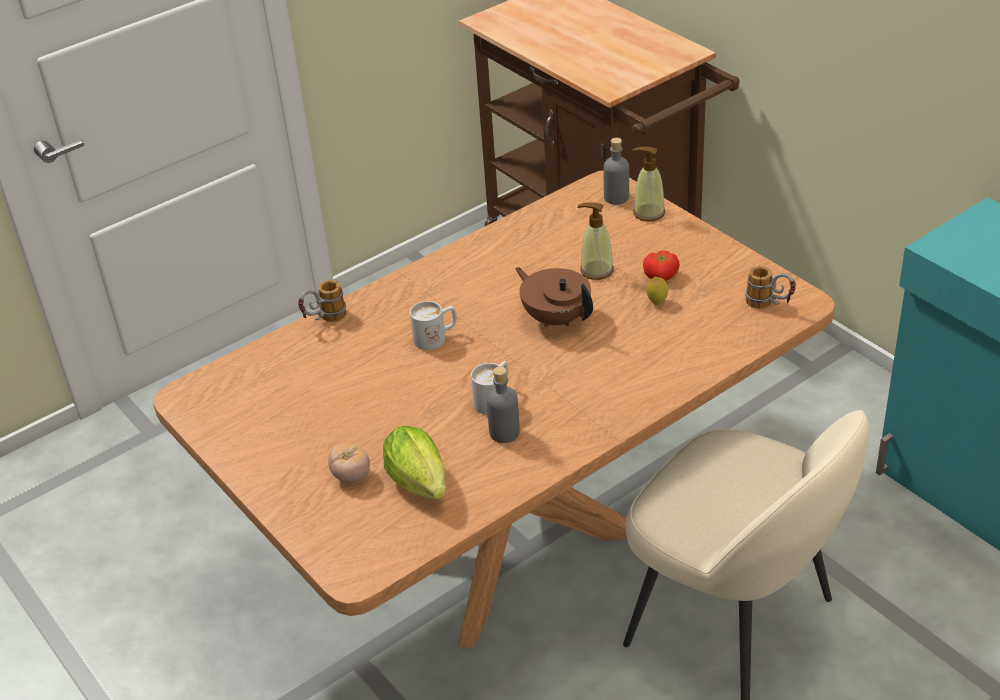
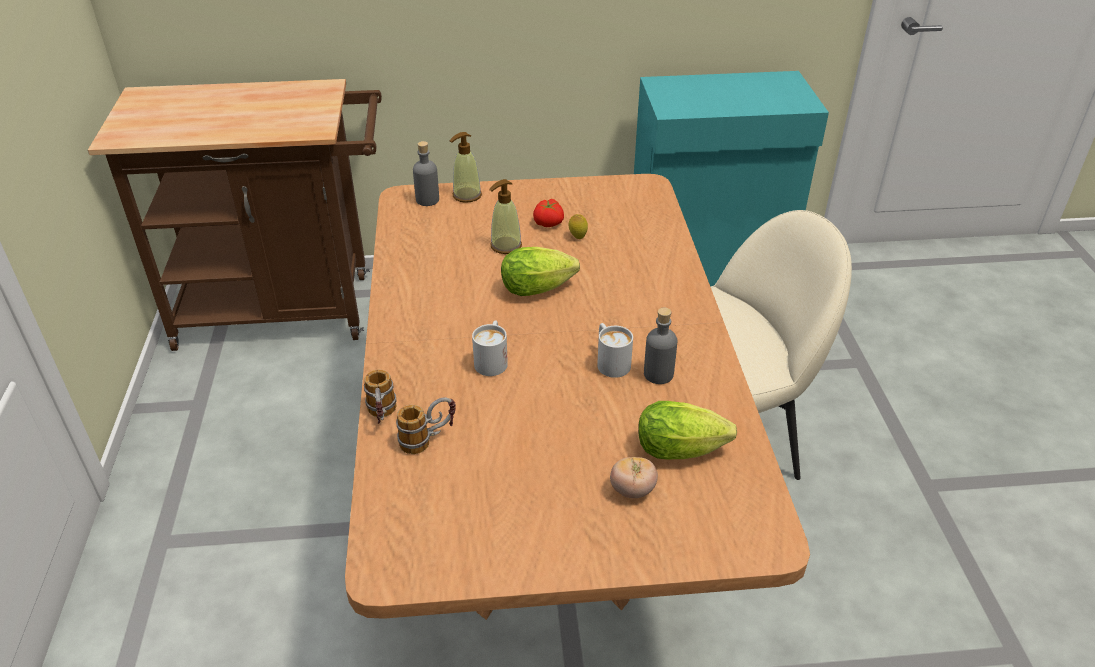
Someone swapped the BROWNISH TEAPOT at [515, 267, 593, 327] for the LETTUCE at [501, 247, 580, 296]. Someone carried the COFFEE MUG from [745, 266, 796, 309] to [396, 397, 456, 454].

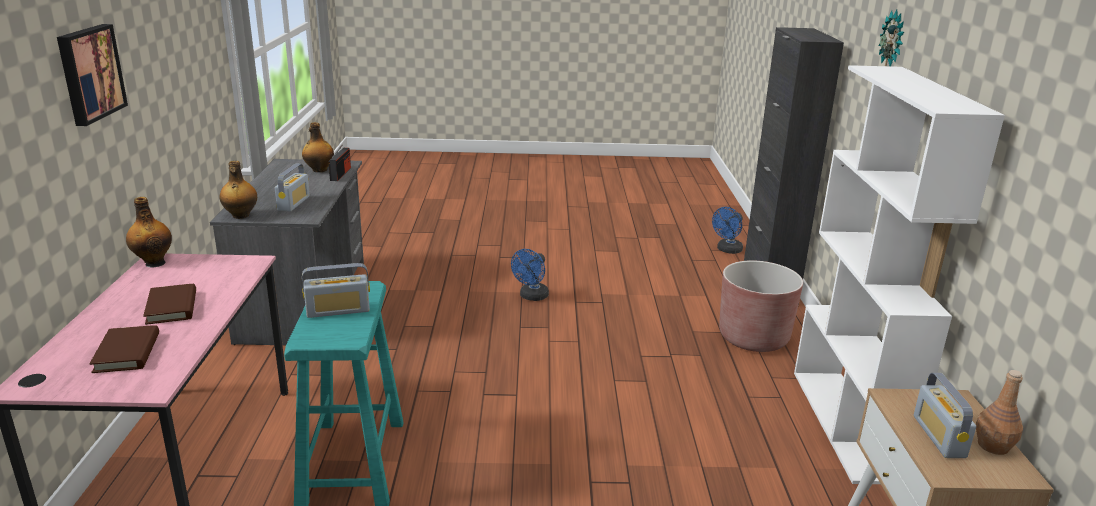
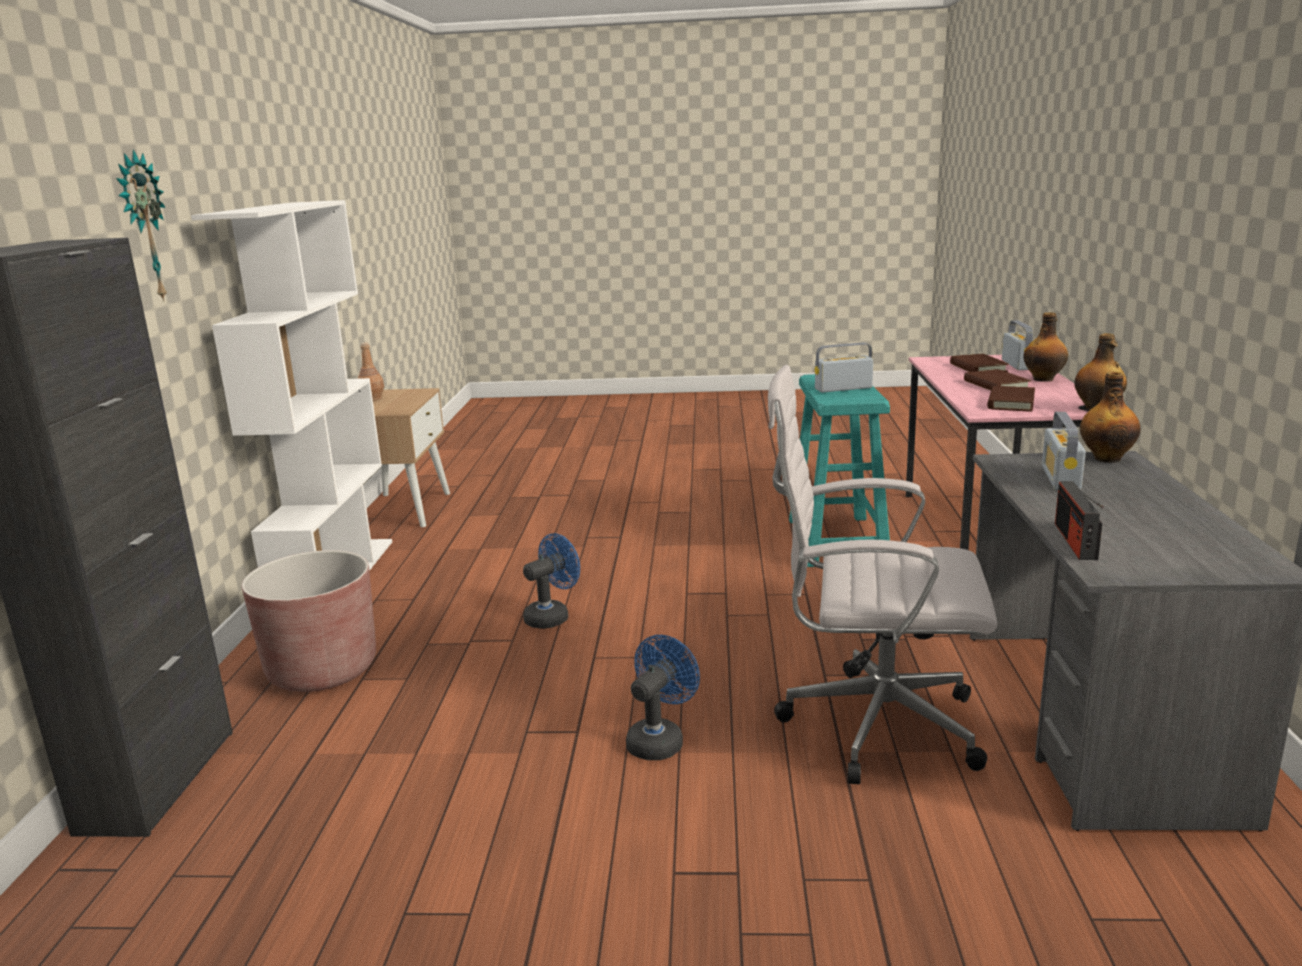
Someone took away the WALL ART at [57, 24, 128, 126]. Someone carried the BOTTLE from [302, 122, 334, 172] to [1023, 312, 1068, 382]. Someone carried the BLUISH COOLING FAN from [712, 207, 743, 254] to [523, 533, 580, 629]. Someone carried the RADIO from [914, 373, 976, 458] to [1002, 320, 1033, 370]. Someone put down the WHITISH OFFICE CHAIR at [768, 365, 998, 784]. Someone put down the BROWNISH VOLUME at [987, 386, 1035, 412].

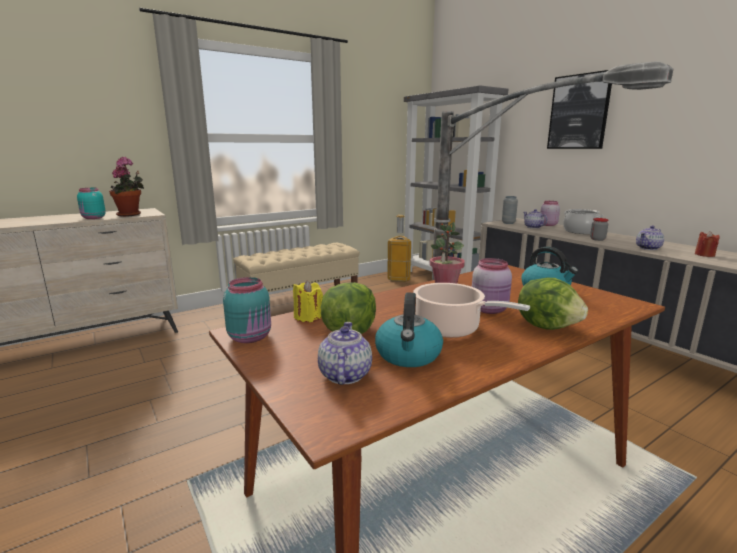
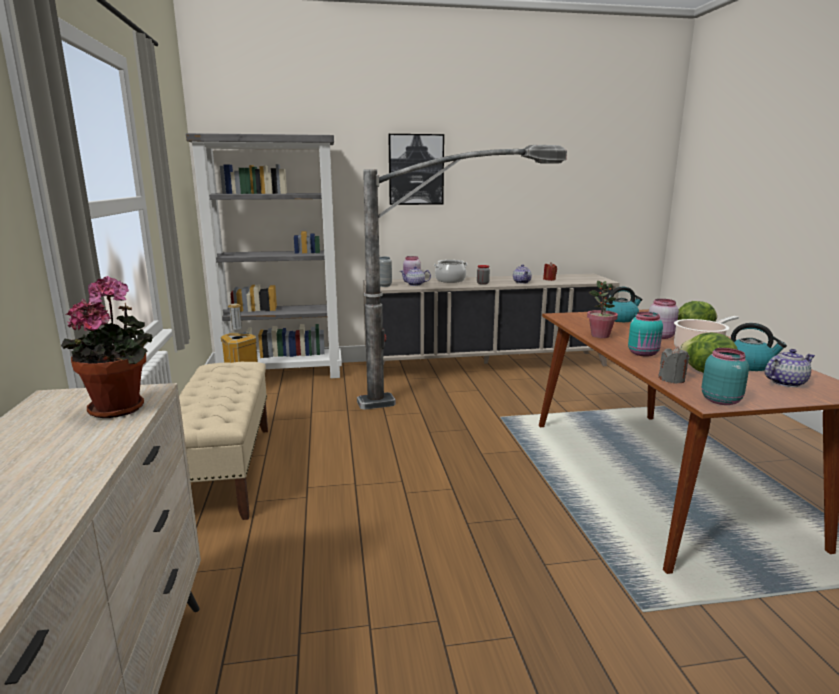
Someone carried the TURQUOISE STORAGE JAR from [77, 188, 106, 219] to [628, 312, 663, 357]. Someone repainted the YELLOW-COLOURED WAX CANDLE at [293, 281, 323, 322], which became the GREY WAX CANDLE at [658, 346, 690, 383]. Someone rotated the TEAPOT at [318, 322, 372, 385] by 135 degrees clockwise.

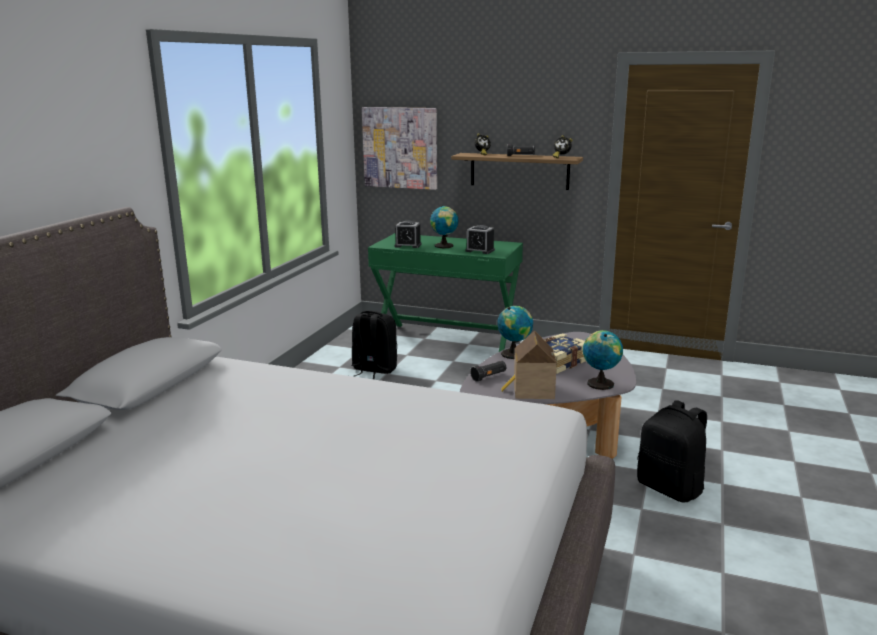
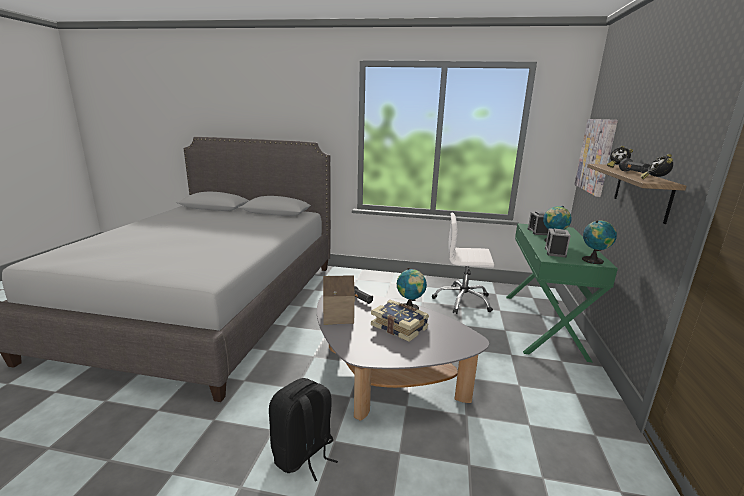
Someone swapped the BLACK-COLOURED RUCKSACK at [352, 311, 398, 379] for the WHITISH OFFICE CHAIR at [432, 212, 494, 314]. Someone carried the DESK GLOBE from [583, 330, 623, 390] to [582, 221, 617, 264].

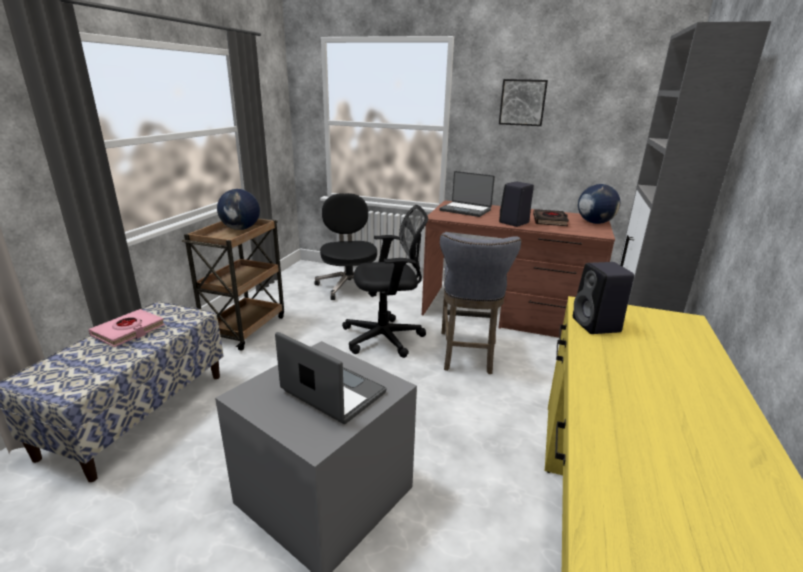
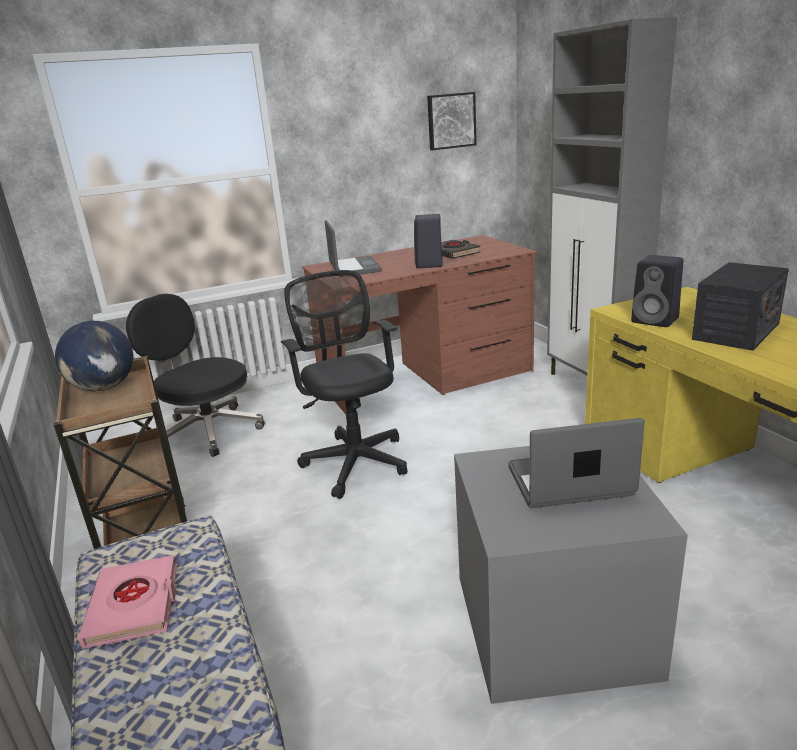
Someone rotated the BLACK-COLOURED OFFICE CHAIR at [342, 205, 428, 358] by 60 degrees counterclockwise. Someone rotated the PORTABLE COMPUTER at [439, 171, 495, 217] by 90 degrees counterclockwise. Someone took away the GREY STOOL at [440, 233, 521, 374]. Someone carried the WALL ART from [499, 79, 548, 126] to [427, 92, 477, 150]. Someone took away the DESK GLOBE at [578, 184, 620, 224]. Someone put down the RADIO at [692, 262, 789, 351].

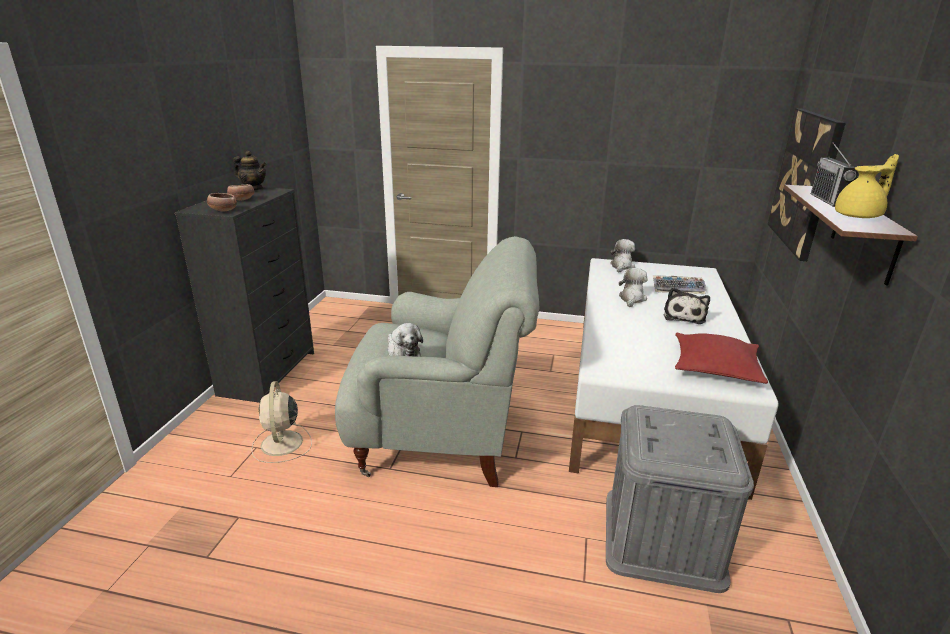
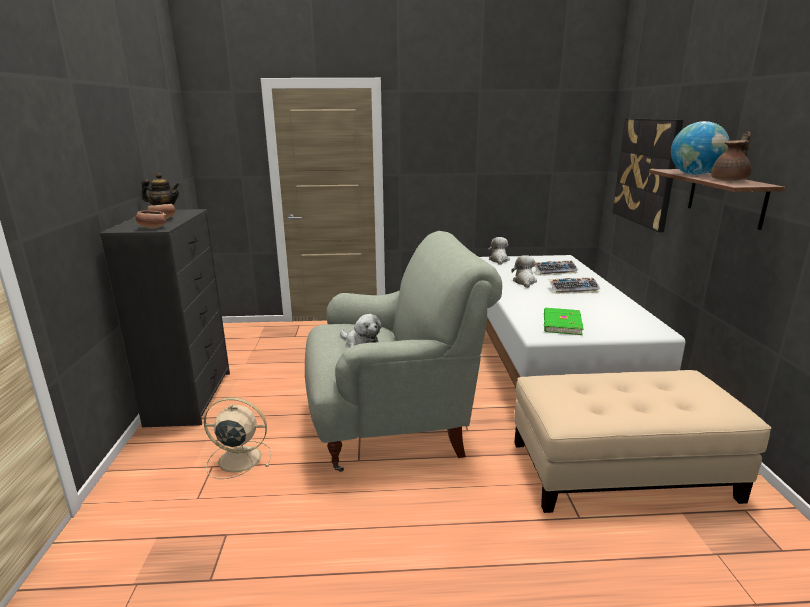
Someone rotated the SAND-COLOURED COOLING FAN at [251, 381, 312, 463] by 120 degrees clockwise. Someone swapped the GREY STORAGE BIN at [606, 405, 754, 593] for the SAND-COLOURED POUFFE at [514, 370, 771, 513]. Someone swapped the CUDDLY TOY at [663, 288, 710, 324] for the COMPUTER KEYBOARD at [548, 278, 600, 294]. Someone took away the REDDISH PILLOW at [675, 333, 768, 384]. Someone swapped the RADIO at [811, 142, 859, 207] for the DESK GLOBE at [671, 121, 730, 175]. Someone repainted the YELLOW-COLOURED TEAPOT at [835, 154, 899, 218], which became the BROWNISH TEAPOT at [711, 131, 751, 181]. Someone put down the GREEN VOLUME at [544, 308, 583, 335].

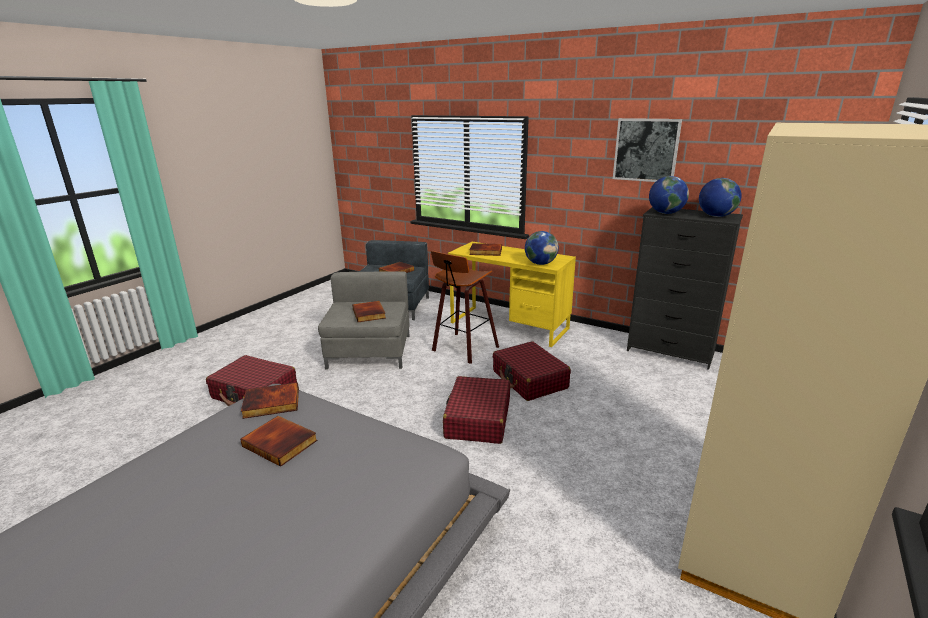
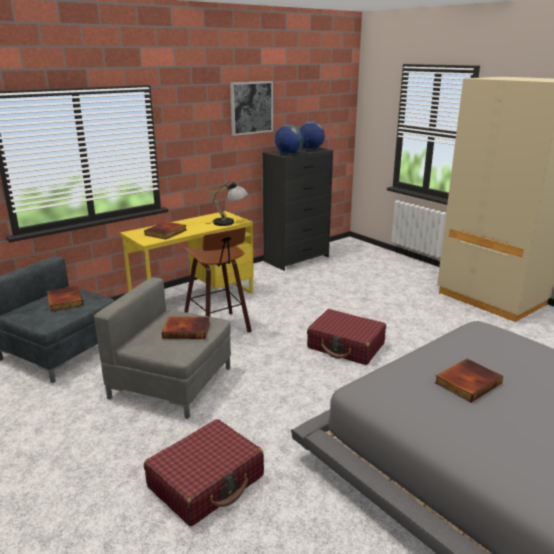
Someone took away the VOLUME at [241, 382, 299, 419]. Someone took away the REDDISH TRAVEL CASE at [493, 341, 571, 401]. Someone swapped the DESK GLOBE at [525, 231, 559, 265] for the LAMP FOR A TABLE at [205, 181, 248, 226].

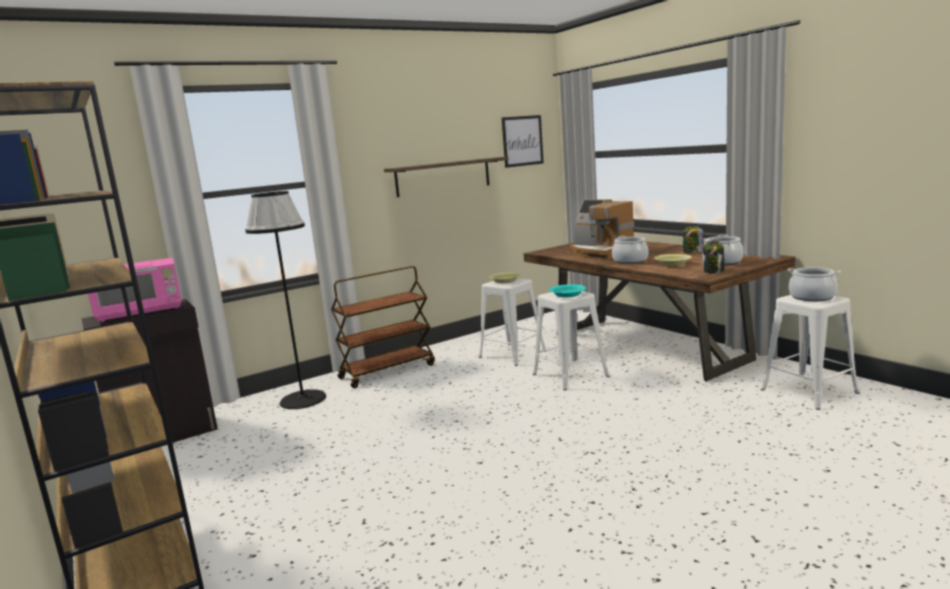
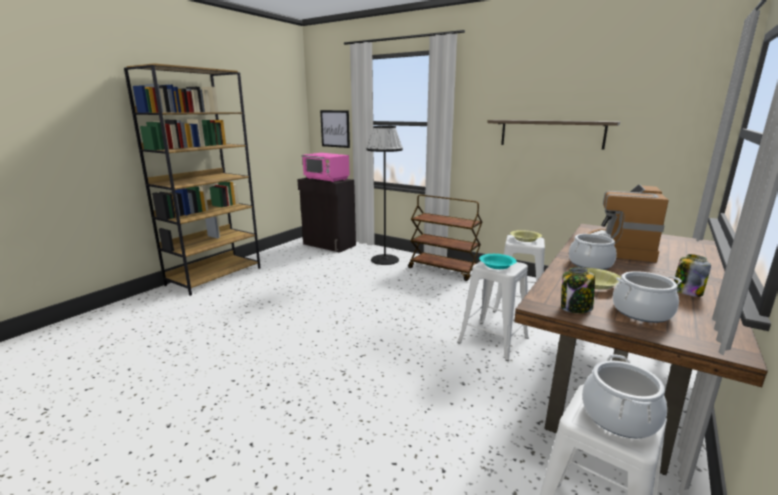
Someone carried the WALL ART from [502, 115, 544, 168] to [320, 110, 350, 148].

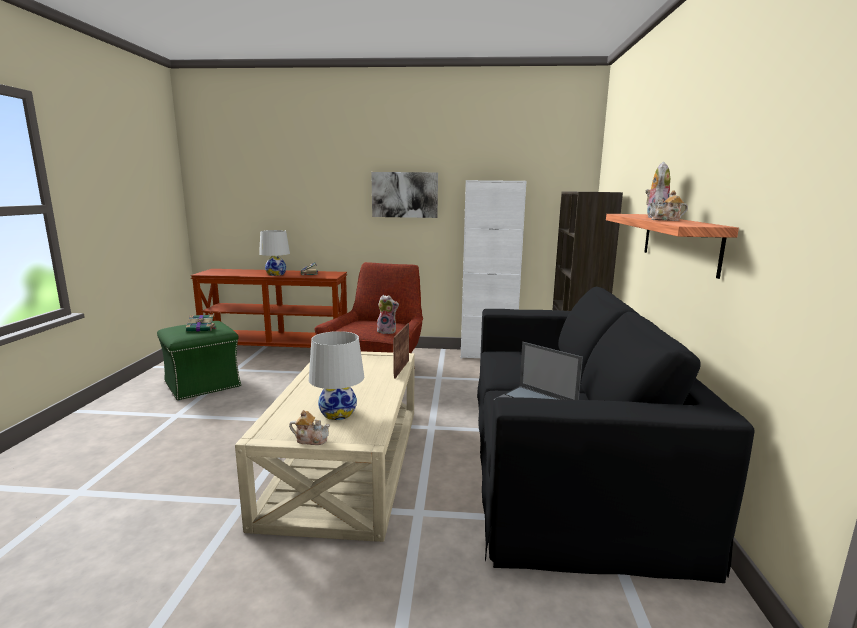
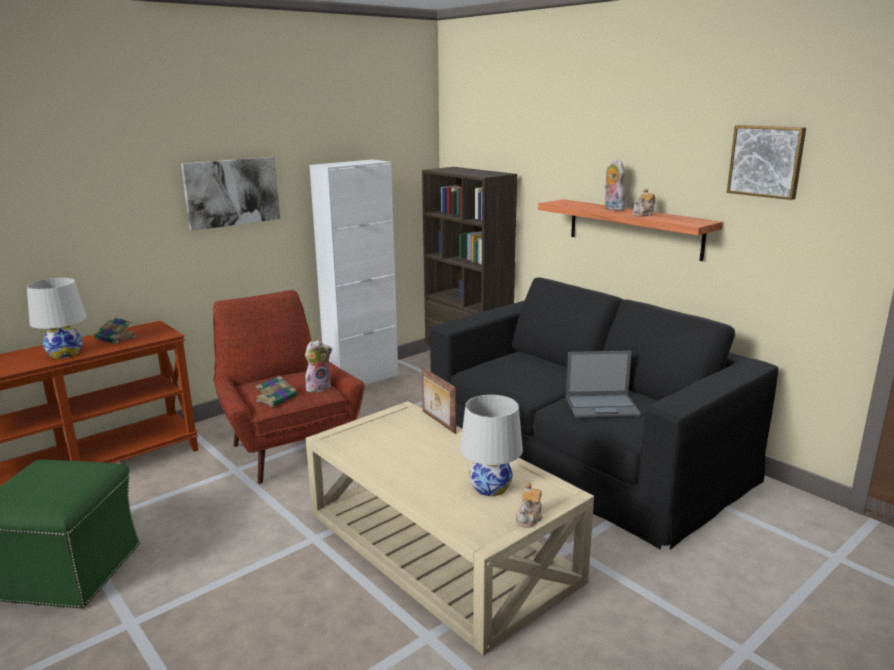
Someone carried the VOLUME from [186, 315, 215, 332] to [256, 376, 298, 407]. Someone rotated the TEAPOT at [289, 410, 330, 445] by 150 degrees clockwise. Someone put up the WALL ART at [727, 125, 806, 200].

